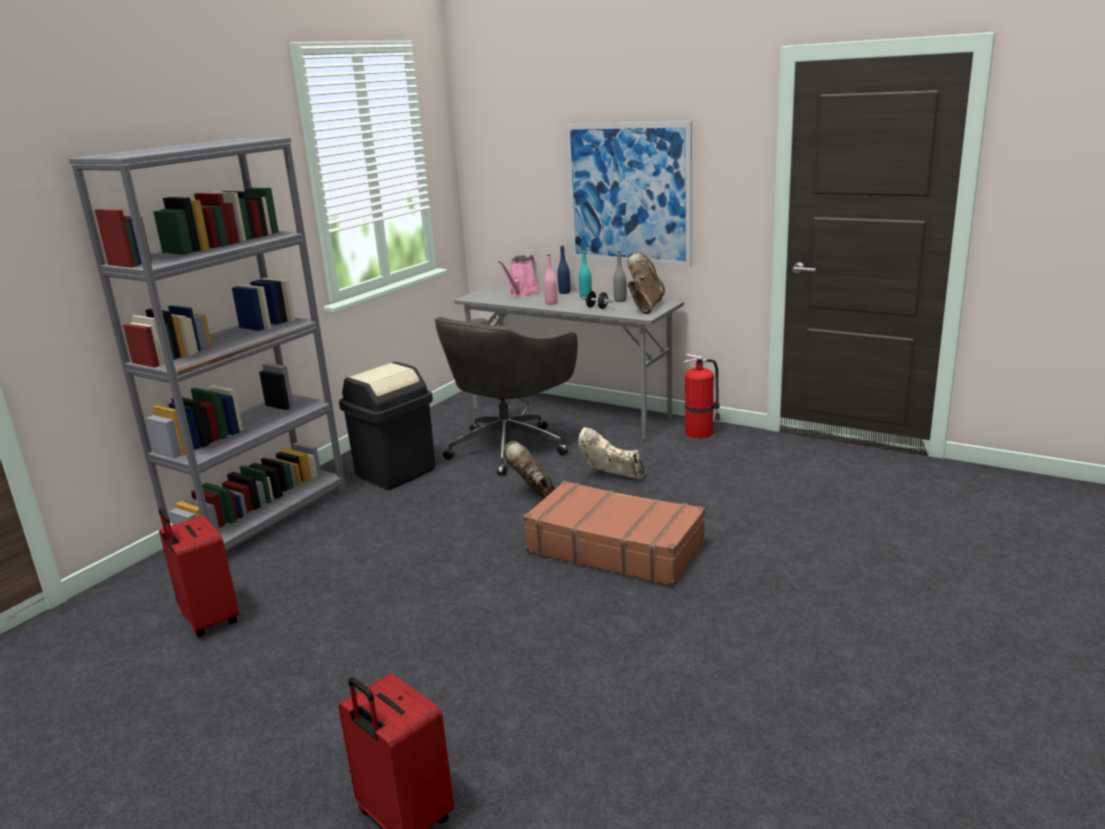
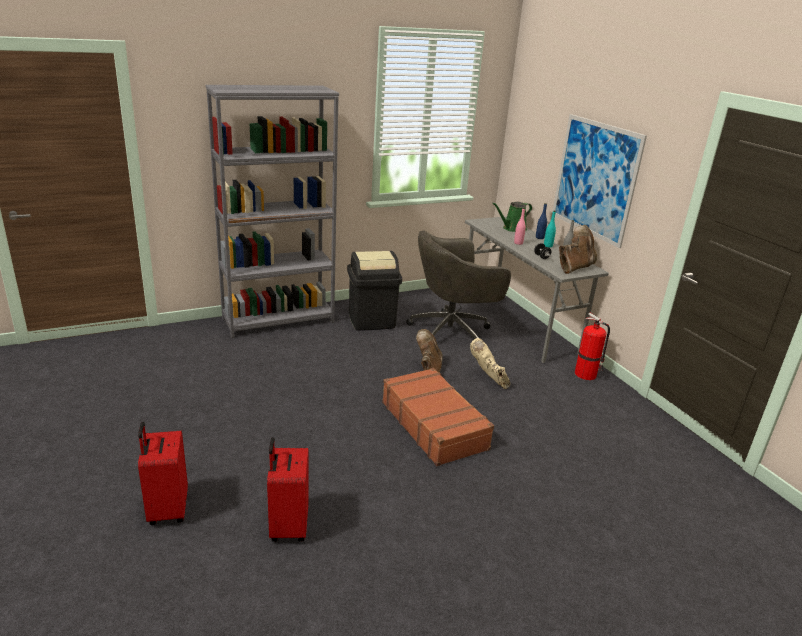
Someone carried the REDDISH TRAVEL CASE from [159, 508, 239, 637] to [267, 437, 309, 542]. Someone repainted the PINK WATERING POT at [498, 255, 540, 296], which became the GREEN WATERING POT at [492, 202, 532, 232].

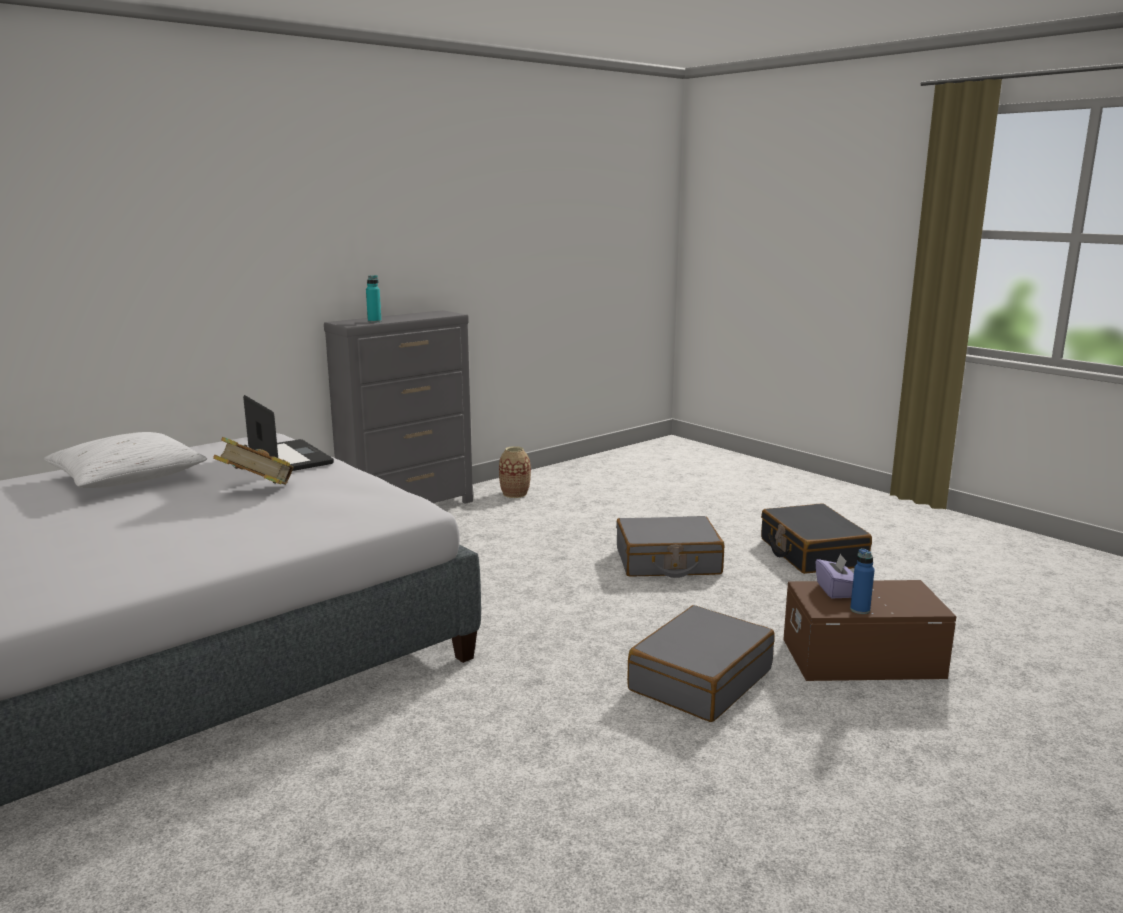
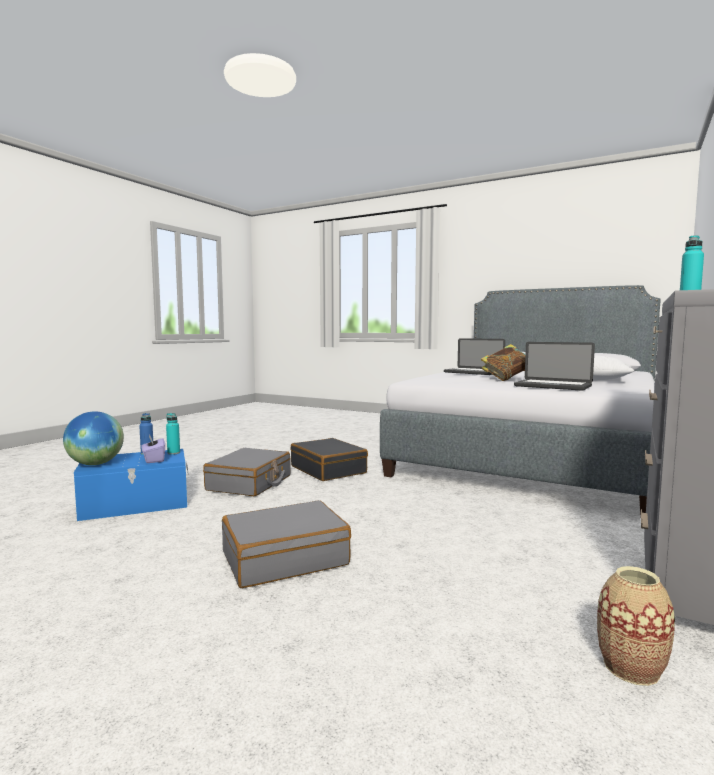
Someone carried the BLACK-COLOURED TRAVEL CASE from [761, 503, 872, 574] to [290, 438, 368, 481]. Someone repainted the BROWNISH STORAGE BIN at [783, 580, 957, 681], which became the BLUISH STORAGE BIN at [74, 449, 189, 521]. Someone put down the DESK GLOBE at [63, 411, 124, 465]. Someone put down the TURQUOISE BOTTLE at [166, 413, 180, 455]. Someone put down the PORTABLE COMPUTER at [444, 338, 505, 375].

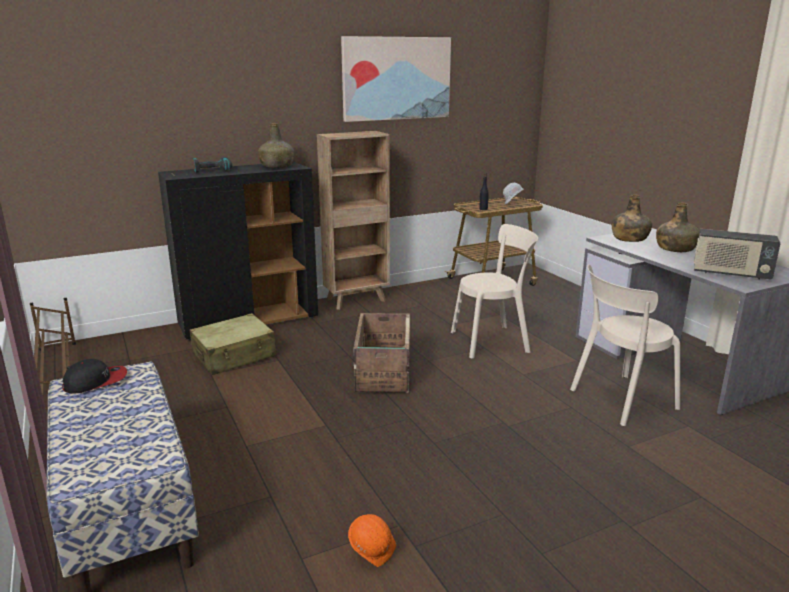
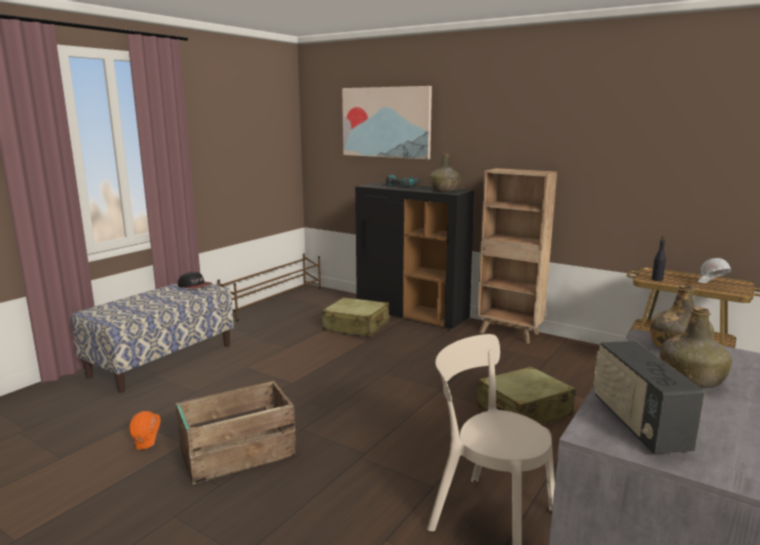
Someone carried the WALL ART from [341, 36, 451, 122] to [342, 86, 432, 159]. Someone carried the SHIPPING CRATE from [353, 313, 410, 393] to [176, 381, 296, 485]. Someone swapped the SAND-COLOURED UPRIGHT CHAIR at [451, 224, 538, 359] for the SAND-COLOURED TRAVEL CASE at [476, 366, 576, 425].

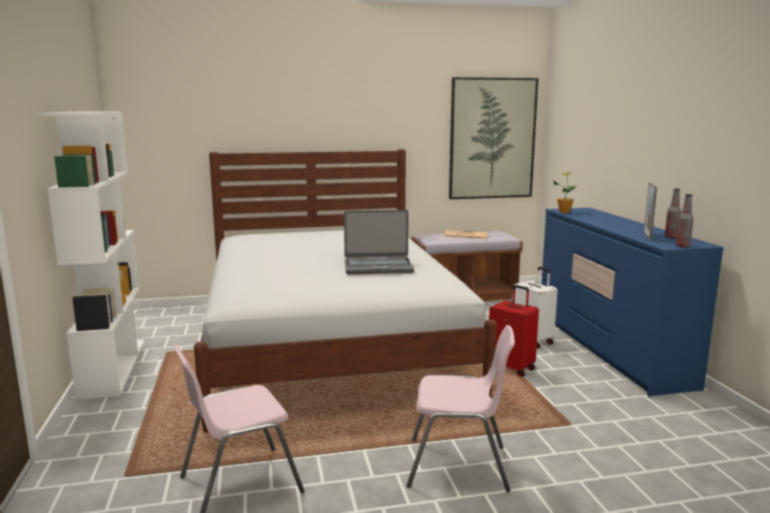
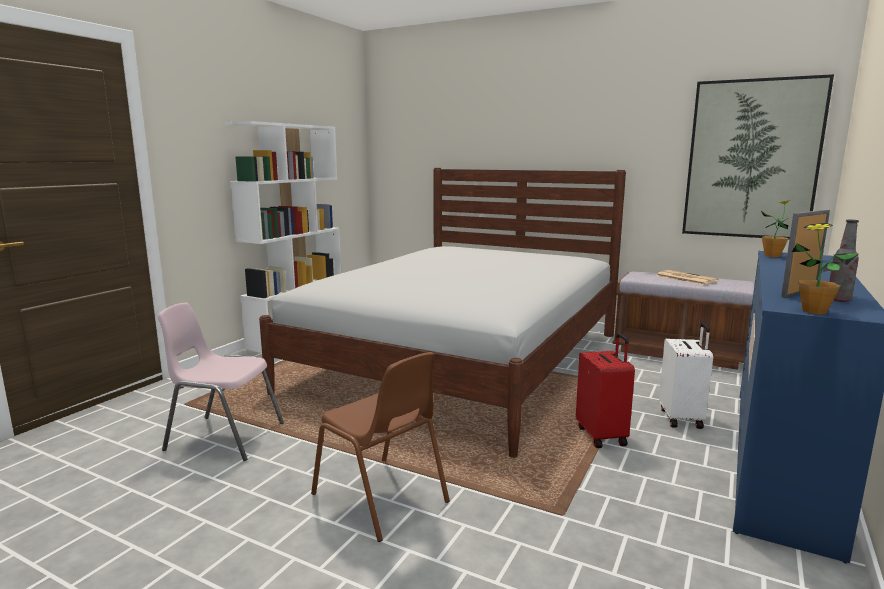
Someone took away the PORTABLE COMPUTER at [344, 210, 414, 274]. Someone repainted the PINK UPRIGHT CHAIR at [406, 325, 515, 492], which became the BROWNISH UPRIGHT CHAIR at [311, 352, 450, 542]. Someone swapped the BOTTLE at [676, 194, 694, 247] for the HOUSEPLANT at [792, 223, 858, 314].

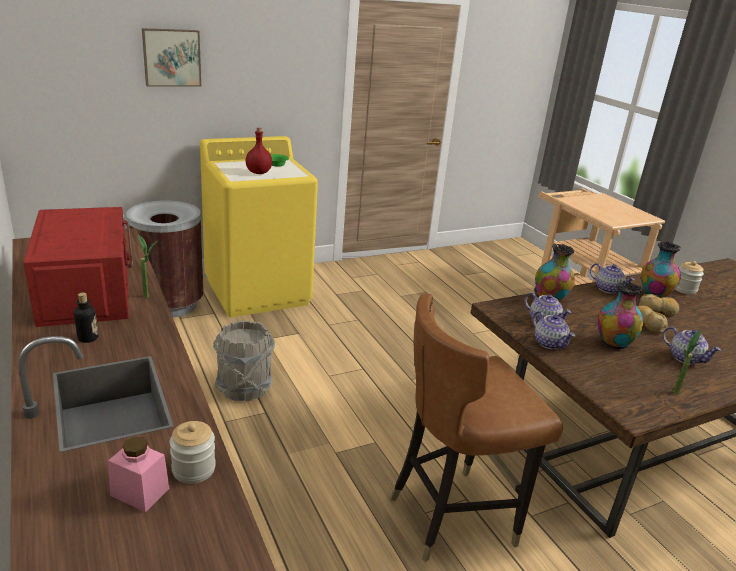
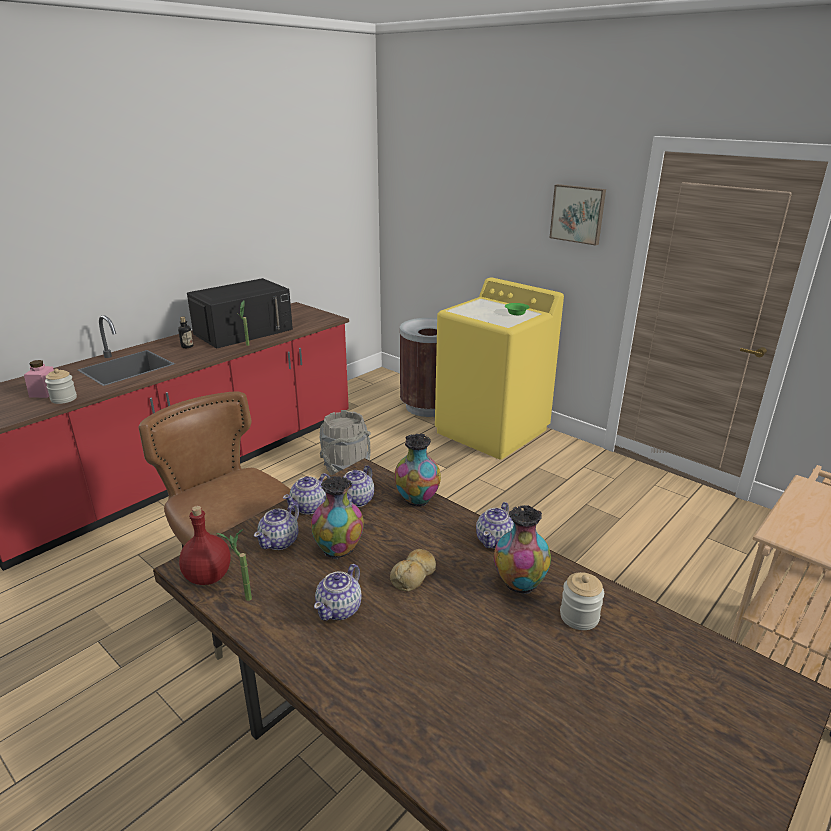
Someone repainted the REDDISH MICROWAVE at [23, 207, 133, 327], which became the BLACK-COLOURED MICROWAVE at [187, 278, 293, 348]. Someone carried the WALL ART from [142, 28, 201, 87] to [549, 184, 606, 246]. Someone carried the REDDISH BOTTLE from [245, 127, 272, 174] to [179, 506, 230, 585]. Someone took away the BAKERY BREAD at [639, 294, 679, 316]. Someone put down the TEAPOT at [254, 503, 299, 550].

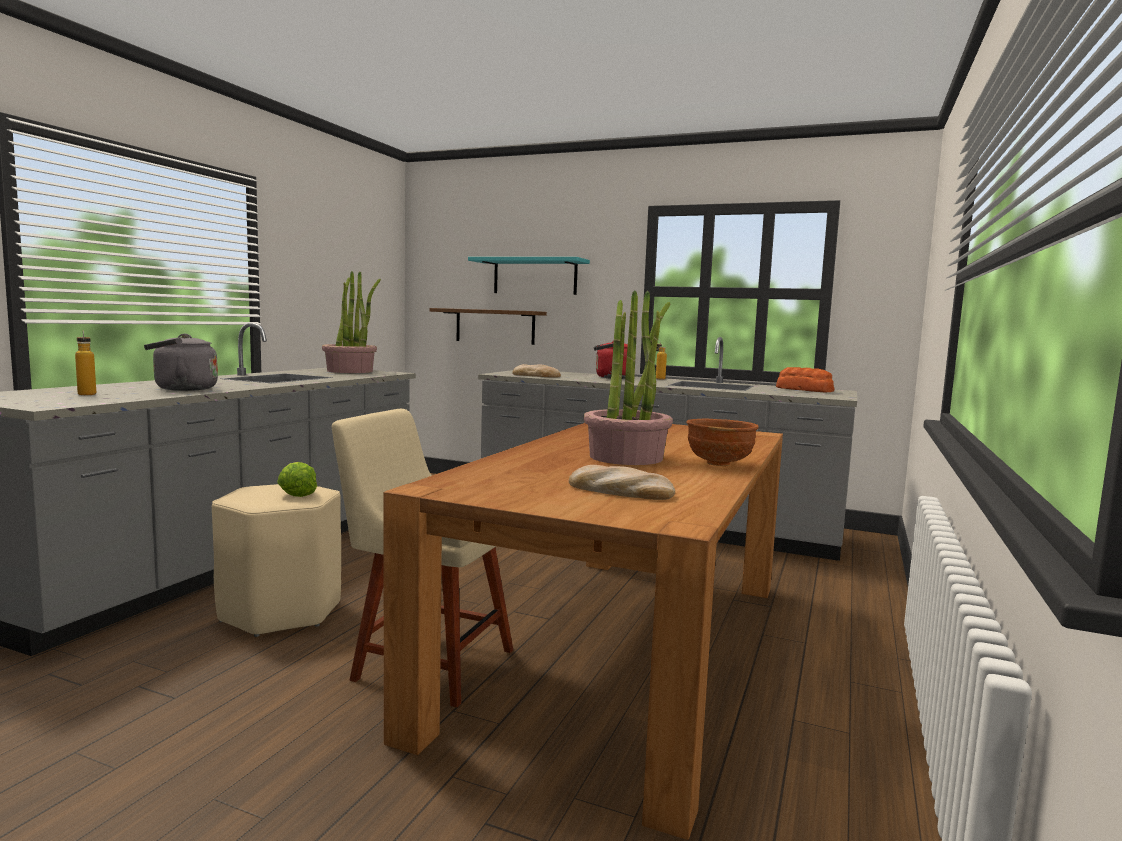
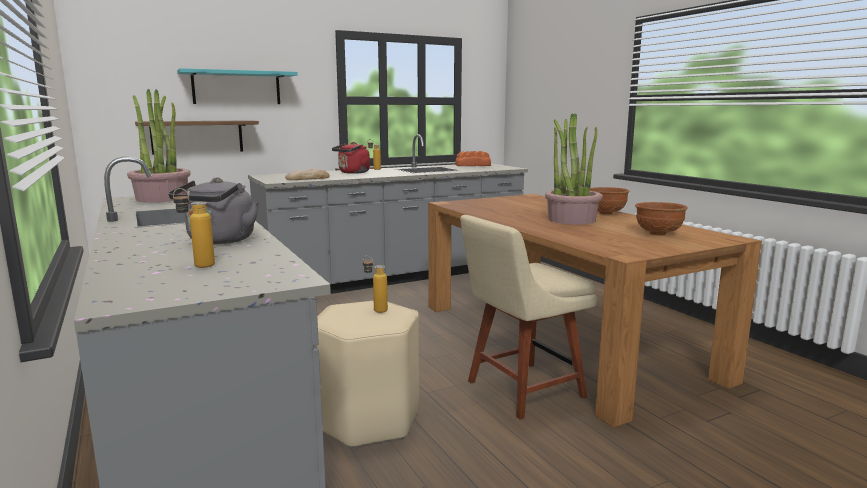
Someone swapped the LETTUCE at [277, 462, 317, 497] for the BOTTLE at [362, 255, 388, 313]. Someone swapped the BAKERY BREAD at [569, 465, 675, 500] for the BROWNISH BOWL at [635, 202, 688, 235].

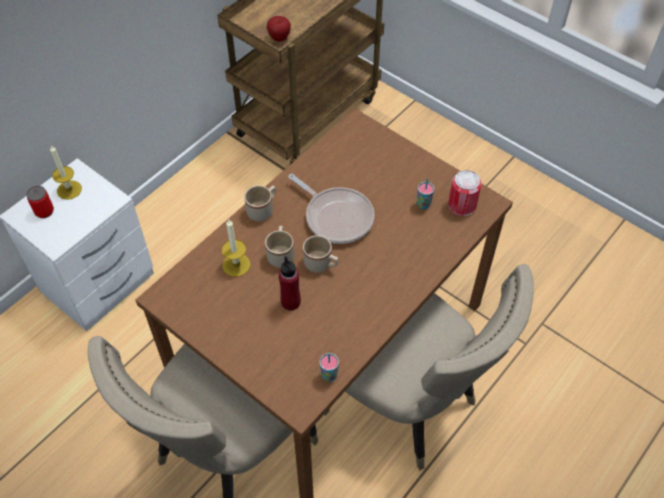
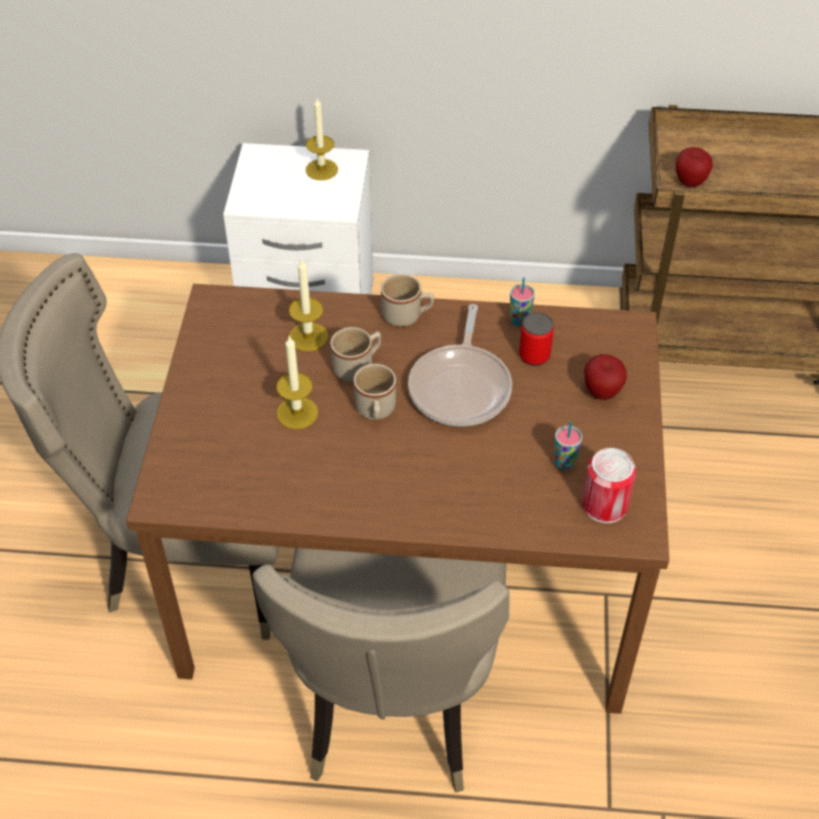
Someone carried the METAL CAN from [26, 186, 54, 218] to [519, 312, 554, 366]. Someone swapped the REDDISH BOTTLE at [278, 256, 301, 311] for the WAX CANDLE at [276, 335, 318, 429]. Someone carried the DRINKING CUP from [320, 353, 339, 382] to [510, 277, 535, 326]. Someone put down the APPLE FRUIT at [584, 354, 627, 400].

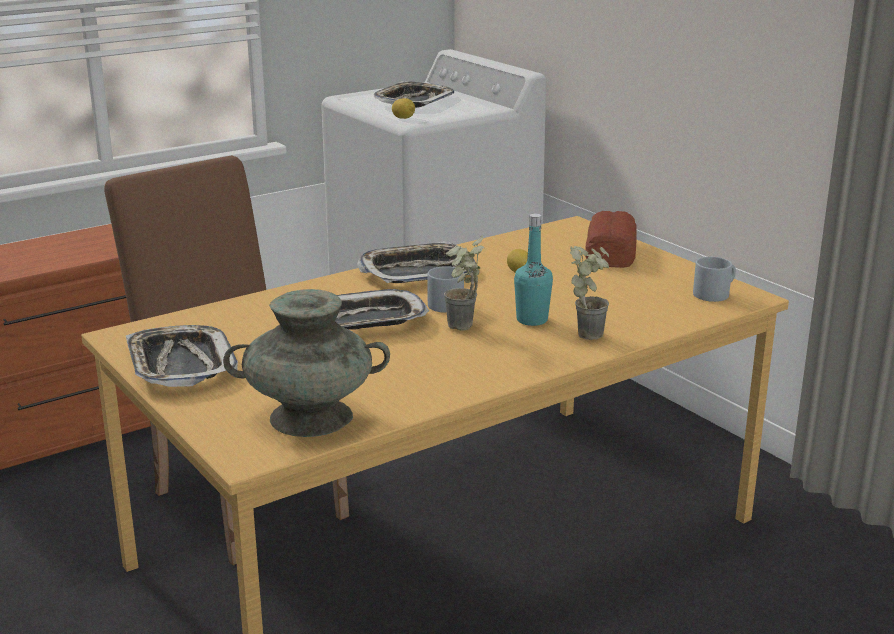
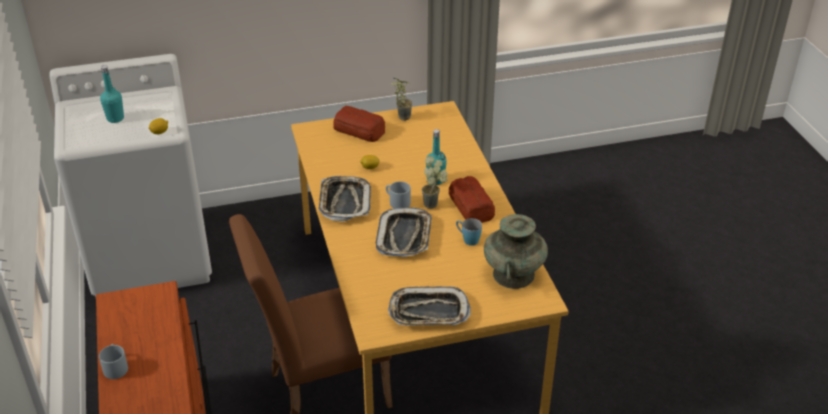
Someone swapped the CARRYING TRAY at [374, 81, 454, 108] for the TURQUOISE BOTTLE at [100, 65, 124, 123]. Someone carried the HOUSEPLANT from [570, 246, 609, 340] to [391, 78, 413, 121]. Someone carried the GREY COFFEE MUG from [693, 257, 736, 302] to [99, 344, 128, 379]. Someone put down the BAKERY BREAD at [449, 176, 495, 223]. Someone put down the BLUISH COFFEE MUG at [456, 218, 482, 246].

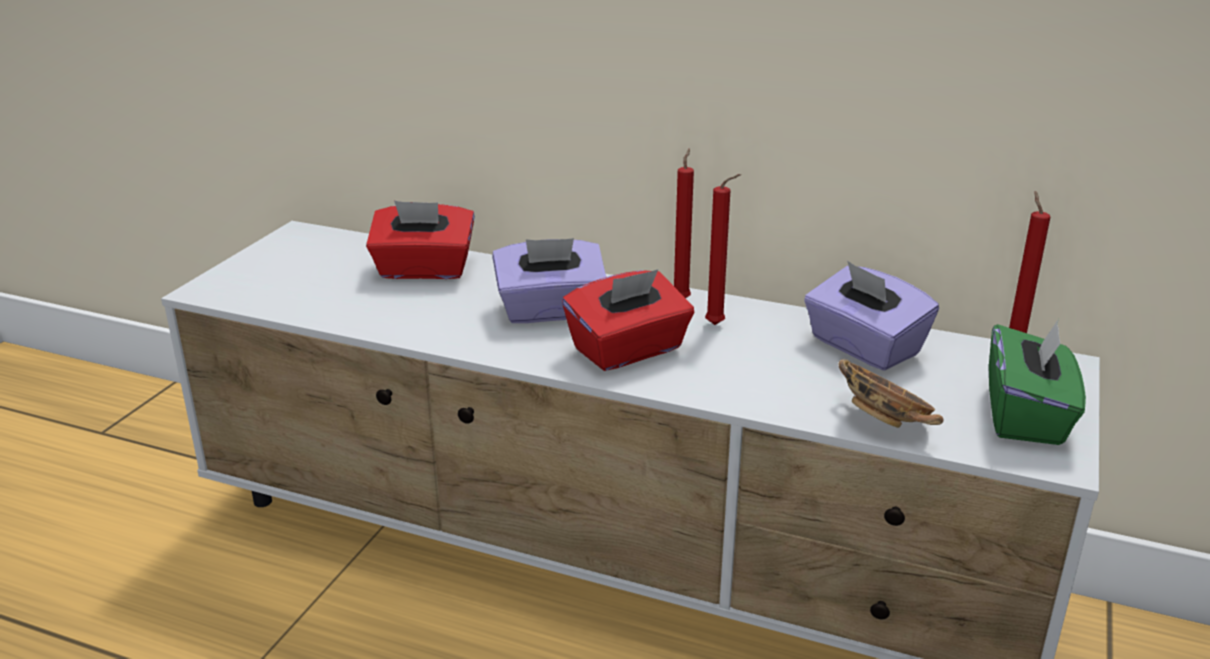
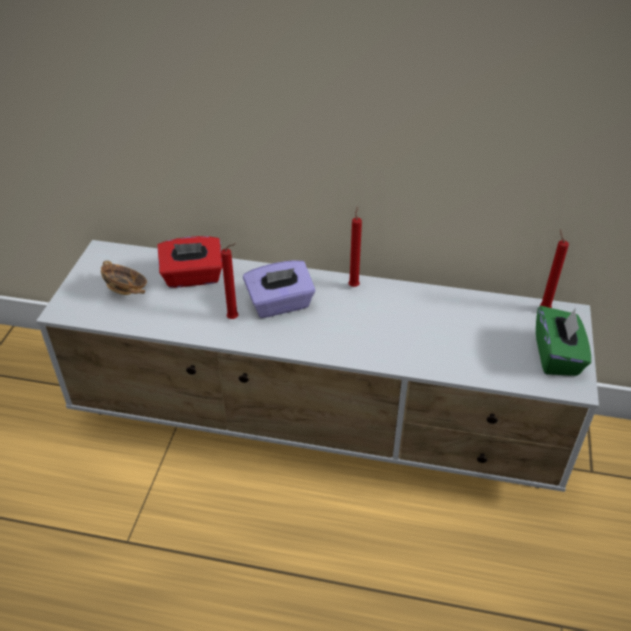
Someone took away the REDDISH TISSUE BOX at [562, 269, 695, 371]. Someone carried the REDDISH WAX CANDLE from [705, 174, 741, 325] to [221, 243, 238, 319]. Someone took away the PURPLISH TISSUE BOX at [804, 261, 939, 371]. Someone carried the BOWL from [838, 359, 943, 428] to [101, 260, 147, 295].

